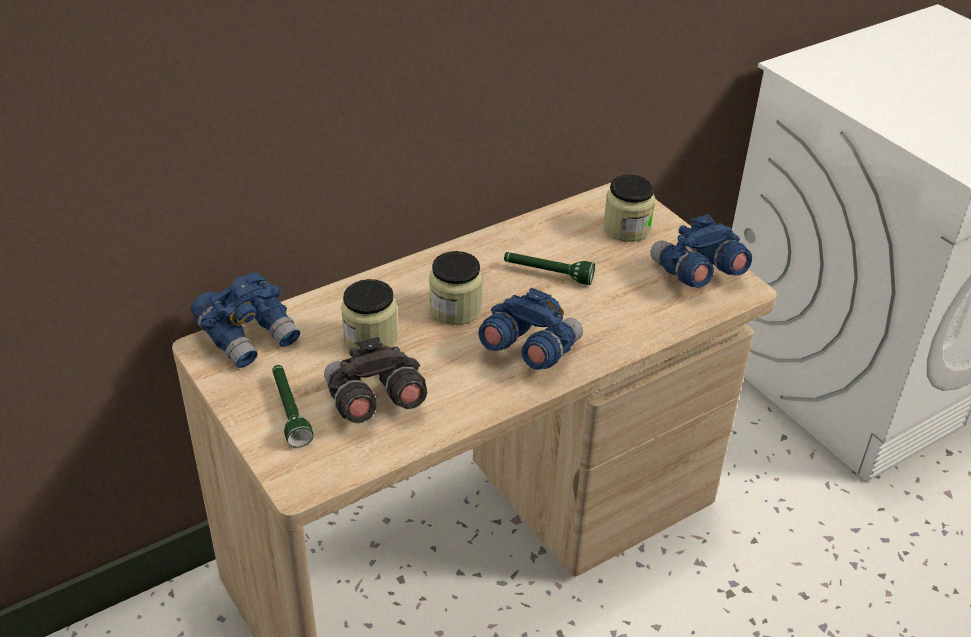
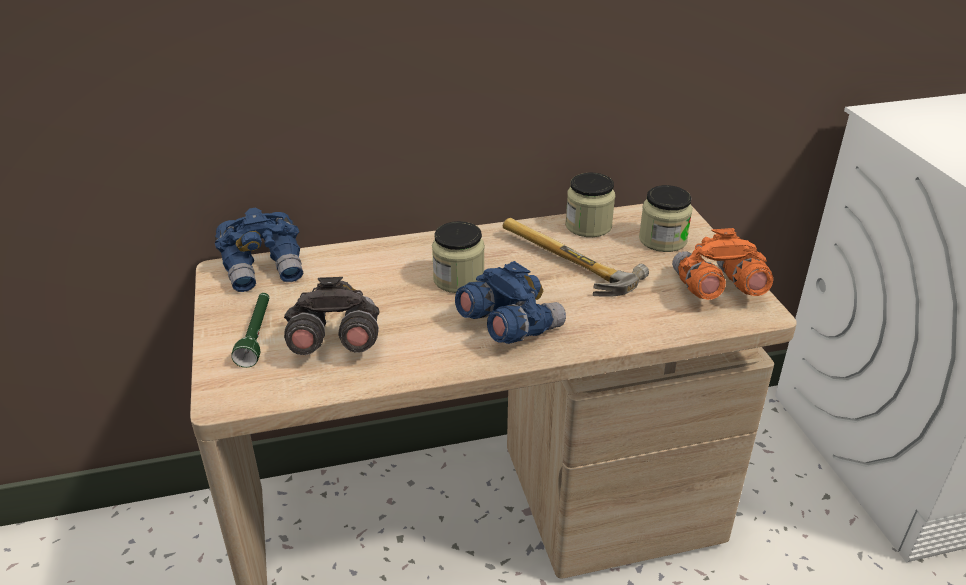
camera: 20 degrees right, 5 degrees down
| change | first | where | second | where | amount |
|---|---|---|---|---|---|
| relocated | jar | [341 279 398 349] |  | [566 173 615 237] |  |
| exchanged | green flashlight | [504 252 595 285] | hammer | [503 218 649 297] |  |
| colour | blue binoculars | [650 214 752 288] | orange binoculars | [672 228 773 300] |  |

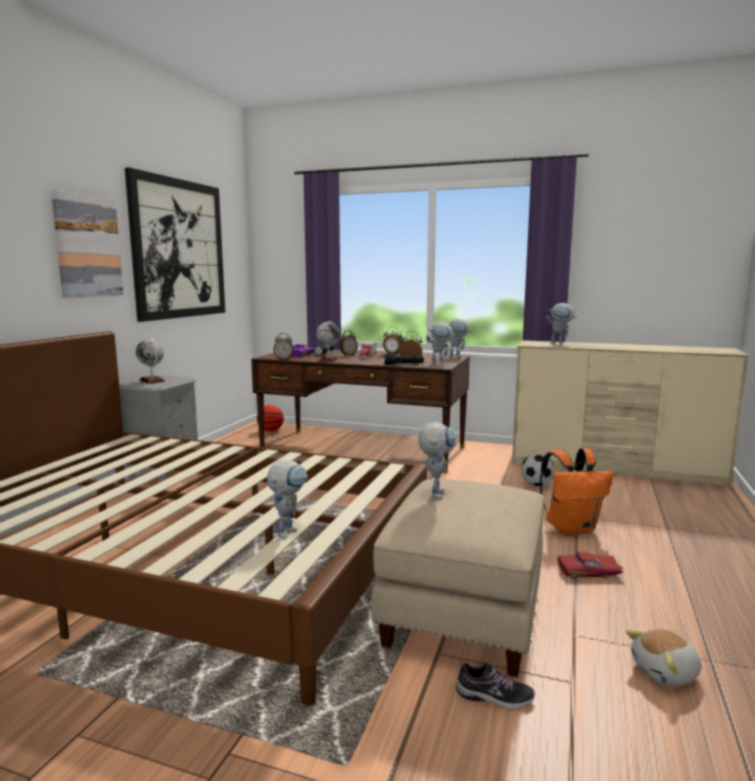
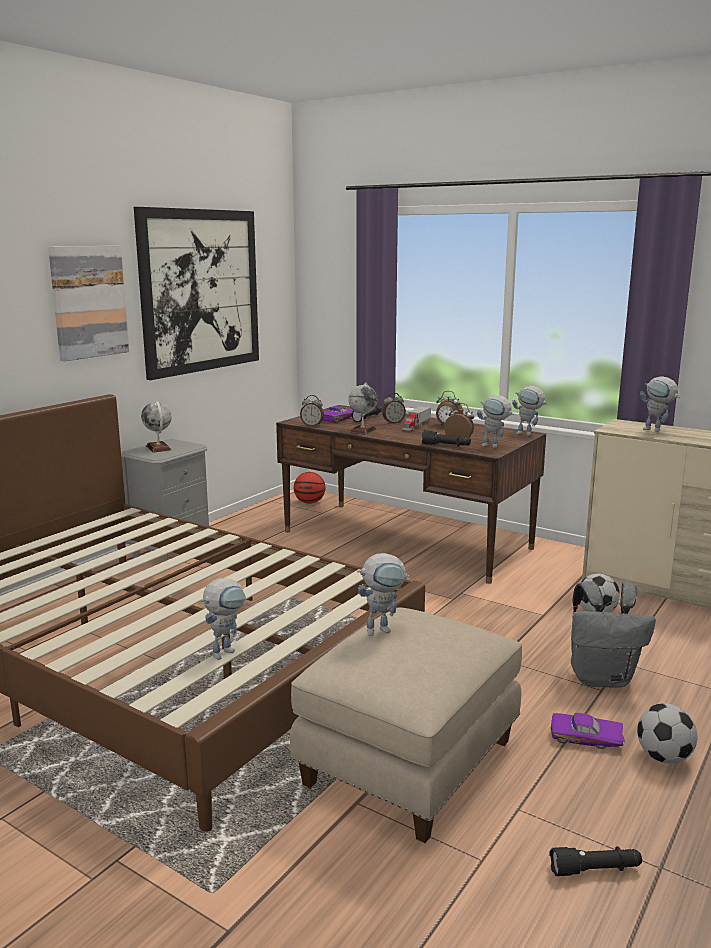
camera: 15 degrees right, 5 degrees up
| change | first | where | second | where | amount |
|---|---|---|---|---|---|
| missing | shoe | [456 661 535 710] |  |  |  |
| appeared |  |  | football | [637 703 697 764] |  |
| exchanged | plush toy | [626 629 702 686] | black flashlight | [549 846 642 876] |  |
| colour | orange backpack | [540 448 614 535] | grey backpack | [571 581 656 688] |  |
| colour | red toy car | [557 552 624 578] | purple toy car | [551 713 625 749] |  |
| spun | toy robot | [418 422 456 499] |  | [357 553 410 636] | 45 degrees clockwise |

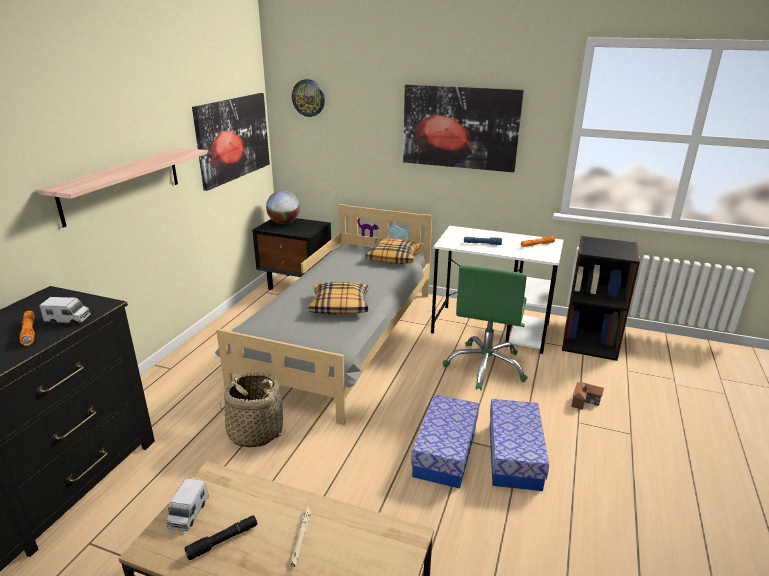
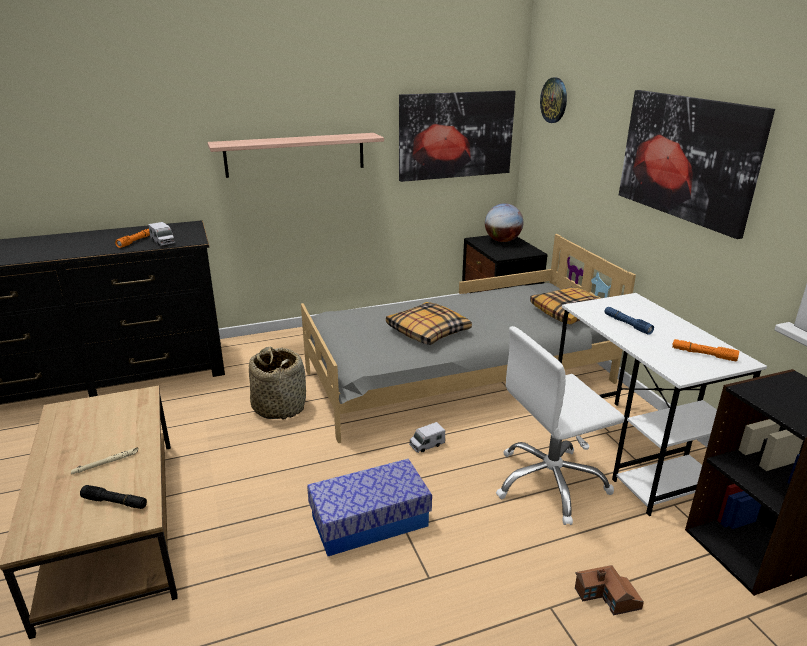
camera: 50 degrees right, 0 degrees up
| change | first | where | second | where | amount |
|---|---|---|---|---|---|
| missing | storage box | [490 399 549 491] |  |  |  |
| relocated | toy truck | [166 478 209 531] |  | [409 422 445 453] |  |
| relocated | black flashlight | [185 515 257 560] |  | [80 485 147 509] |  |
| colour | green office chair | [443 265 528 390] | white office chair | [496 326 625 525] |  |

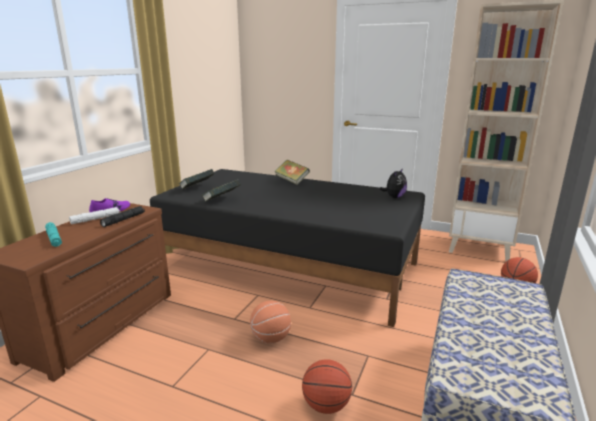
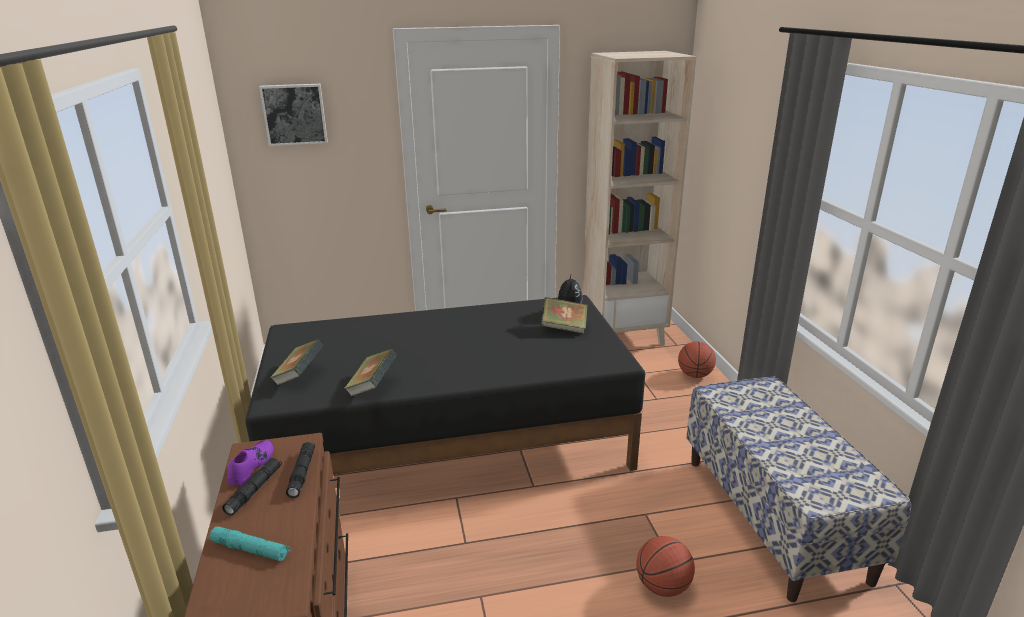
camera: 35 degrees left, 5 degrees up
| change | first | where | second | where | amount |
|---|---|---|---|---|---|
| missing | basketball | [250 301 291 343] |  |  |  |
| appeared |  |  | picture | [259 84 328 146] |  |
| relocated | book | [274 160 310 185] |  | [541 297 588 334] |  |
| colour | white flashlight | [69 207 120 224] | black flashlight | [222 458 282 516] |  |

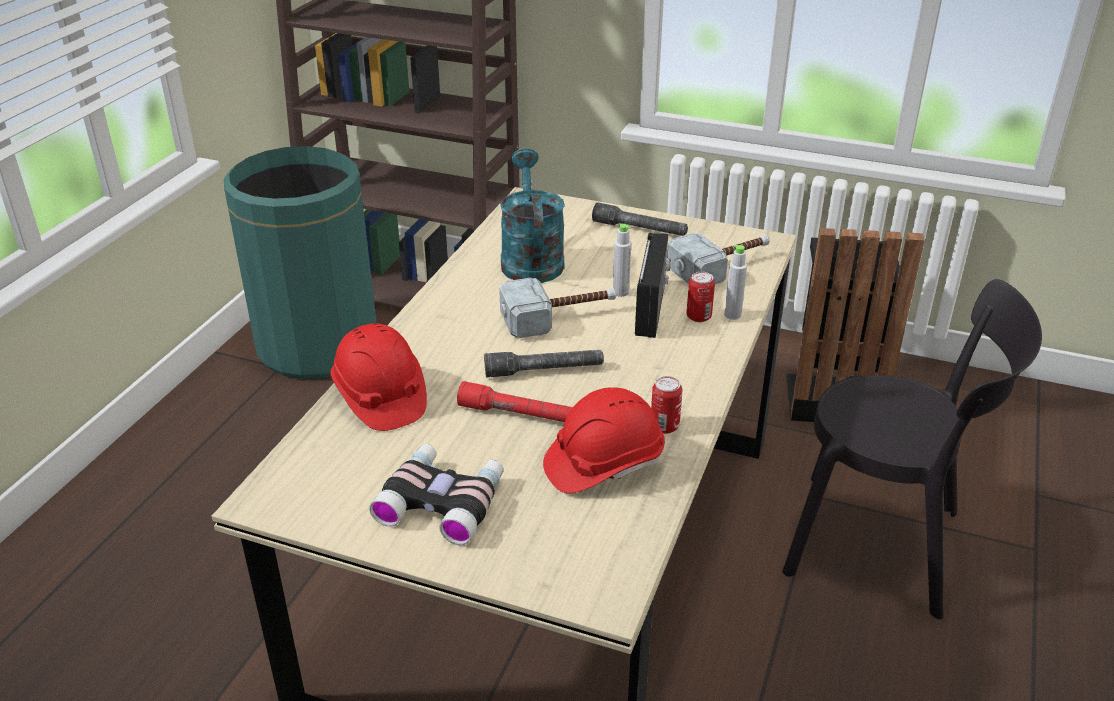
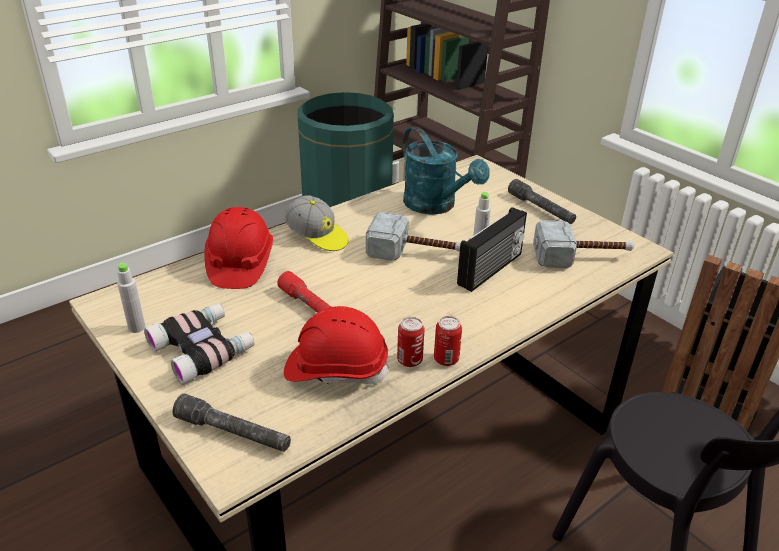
camera: 30 degrees right, 0 degrees up
| change | first | where | second | where | amount |
|---|---|---|---|---|---|
| appeared |  |  | cap | [284 195 349 251] |  |
| relocated | grey flashlight | [484 350 604 378] |  | [172 394 291 452] |  |
| relocated | can | [686 272 715 322] |  | [434 316 462 366] |  |
| relocated | grey bottle | [724 244 747 320] |  | [117 262 145 333] |  |
| spun | turquoise watering can | [500 148 565 283] |  | [402 127 490 215] | 120 degrees clockwise |

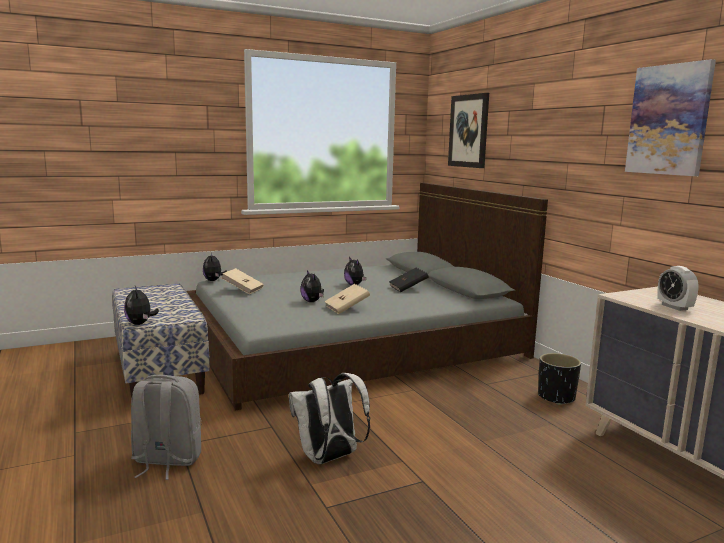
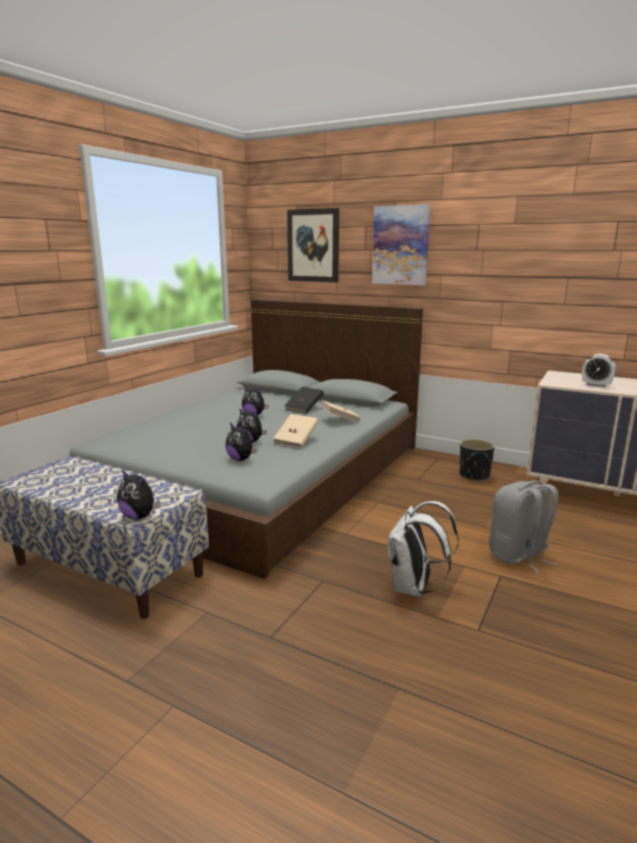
camera: 35 degrees left, 5 degrees up
| change | first | where | second | where | amount |
|---|---|---|---|---|---|
| relocated | grey backpack | [131 375 201 480] |  | [489 481 559 574] |  |
| relocated | plush toy | [203 253 227 281] |  | [225 423 257 461] |  |
| relocated | beige book | [221 268 264 294] |  | [320 400 361 423] |  |
| relocated | picture | [625 59 716 176] |  | [372 204 430 285] |  |

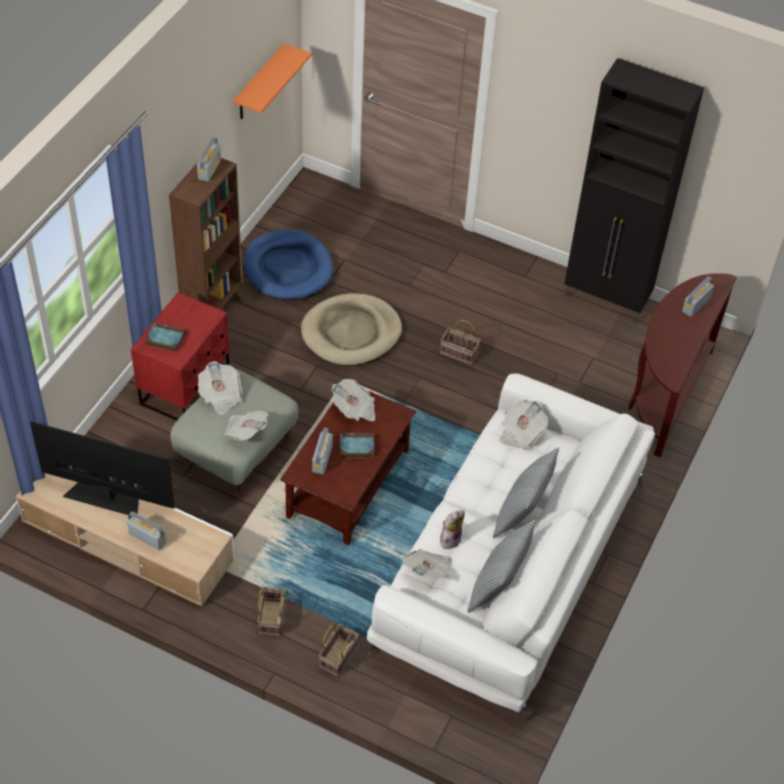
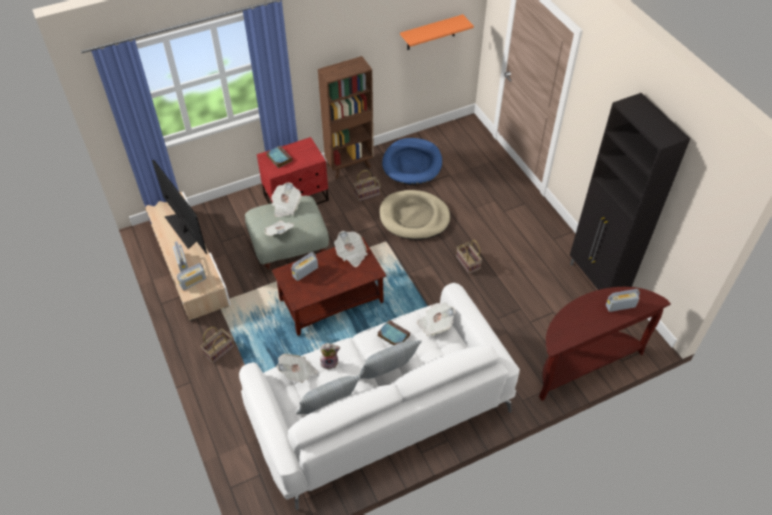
camera: 40 degrees right, 0 degrees up
| change | first | where | second | where | amount |
|---|---|---|---|---|---|
| relocated | radio | [197 137 221 182] |  | [177 263 206 290] |  |
| relocated | basket | [319 624 359 677] |  | [353 170 381 201] |  |
| relocated | book | [340 433 374 458] |  | [378 320 410 345] |  |

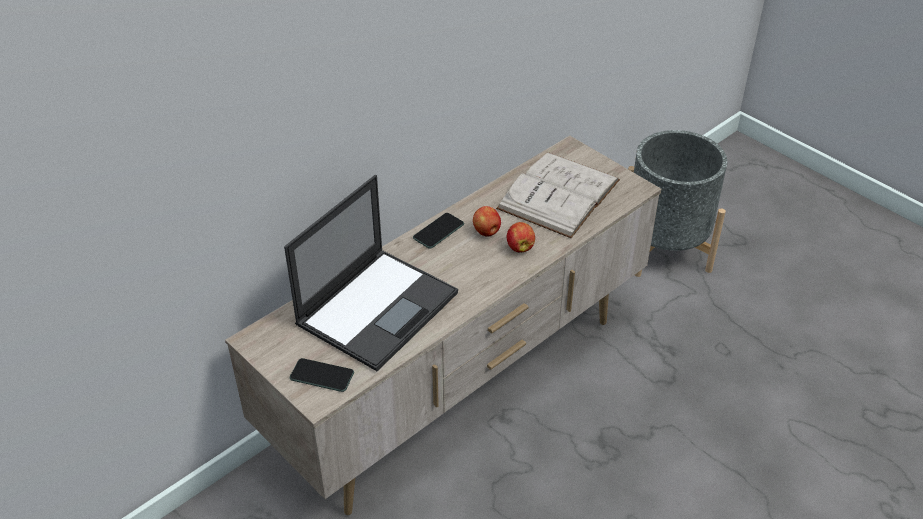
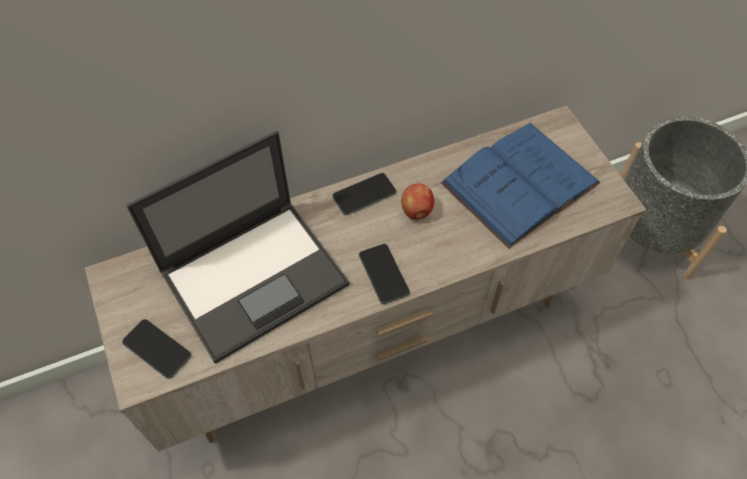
camera: 20 degrees right, 15 degrees up
| change | first | where | second | where | amount |
|---|---|---|---|---|---|
| missing | apple | [507 222 535 252] |  |  |  |
| appeared |  |  | phone | [359 244 410 304] |  |
| colour | white book | [496 152 620 238] | blue book | [440 123 601 249] |  |

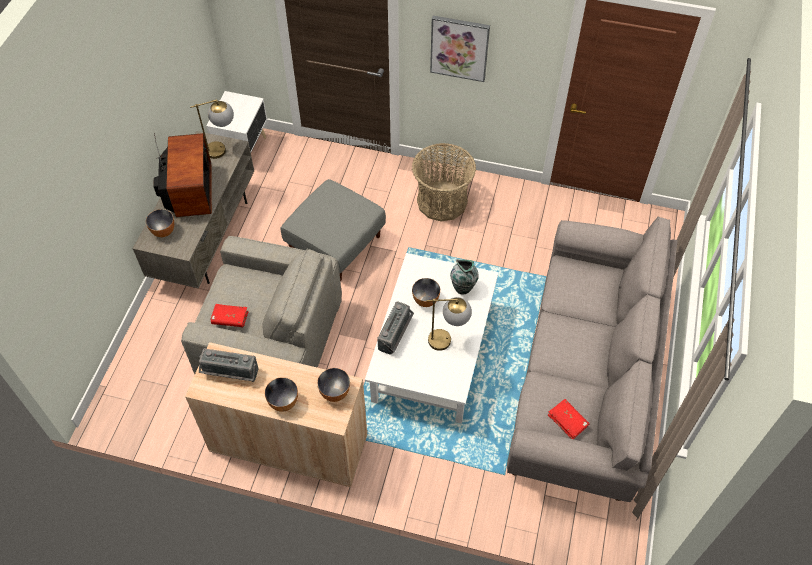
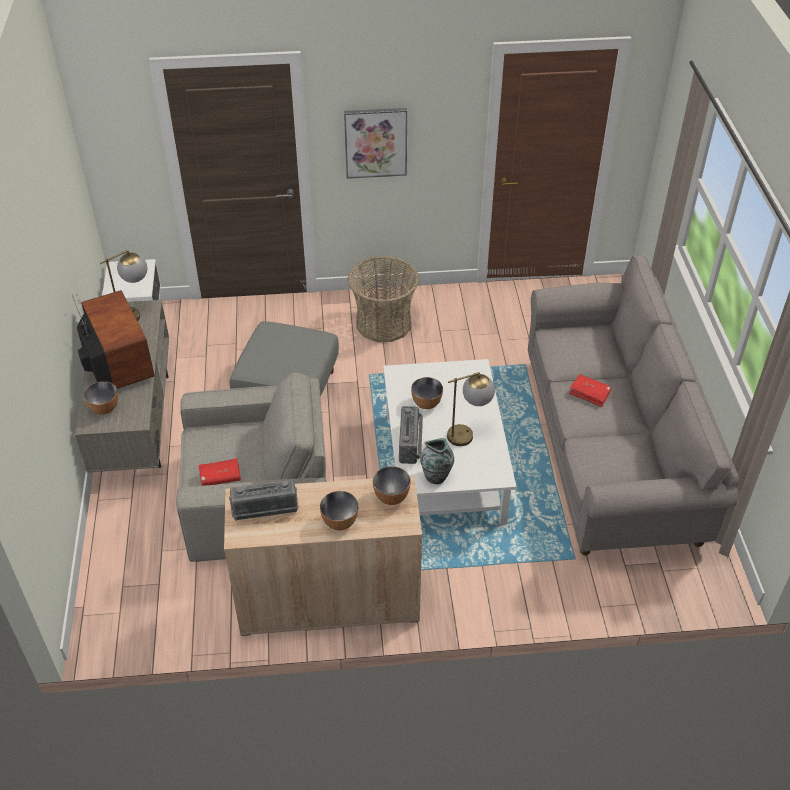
camera: 20 degrees left, 10 degrees down
| change | first | where | second | where | amount |
|---|---|---|---|---|---|
| relocated | vase | [450 259 479 295] |  | [420 438 454 484] |  |
| relocated | red book | [548 399 590 439] |  | [569 374 612 407] |  |

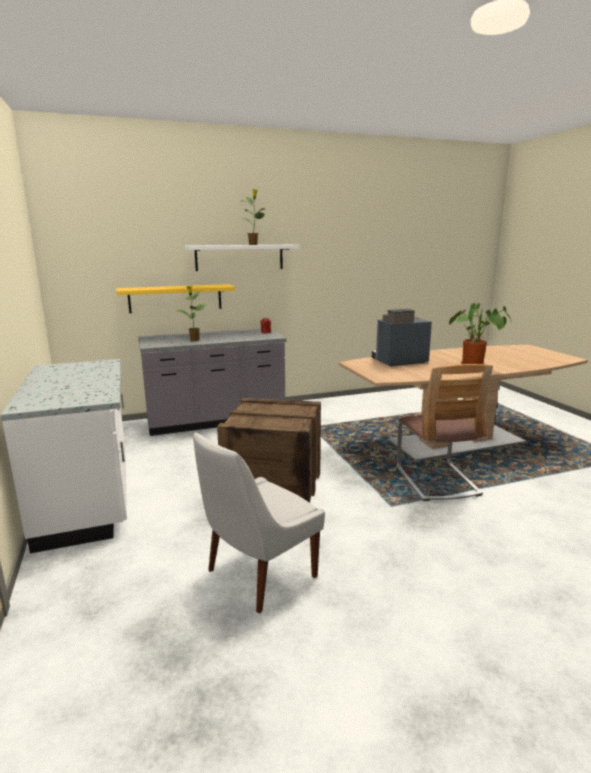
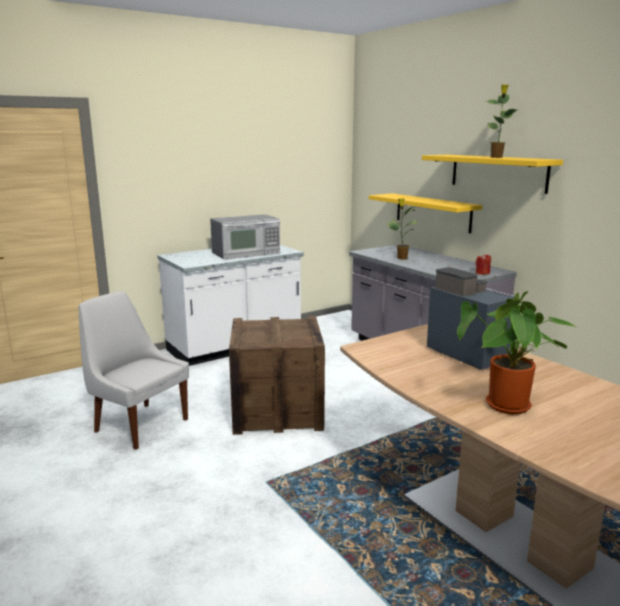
camera: 75 degrees right, 0 degrees up
| change | first | where | second | where | amount |
|---|---|---|---|---|---|
| missing | chair | [397 364 493 501] |  |  |  |
| appeared |  |  | microwave | [210 214 280 259] |  |
| colour | white shelf | [185 245 300 271] | yellow shelf | [422 155 563 194] |  |

